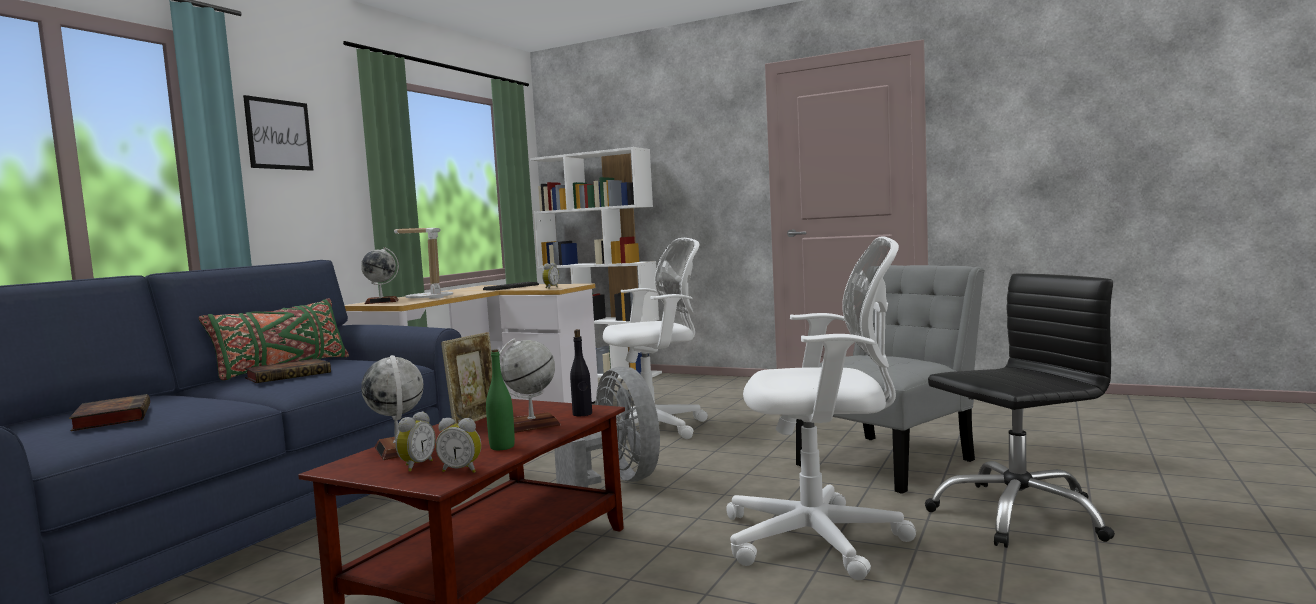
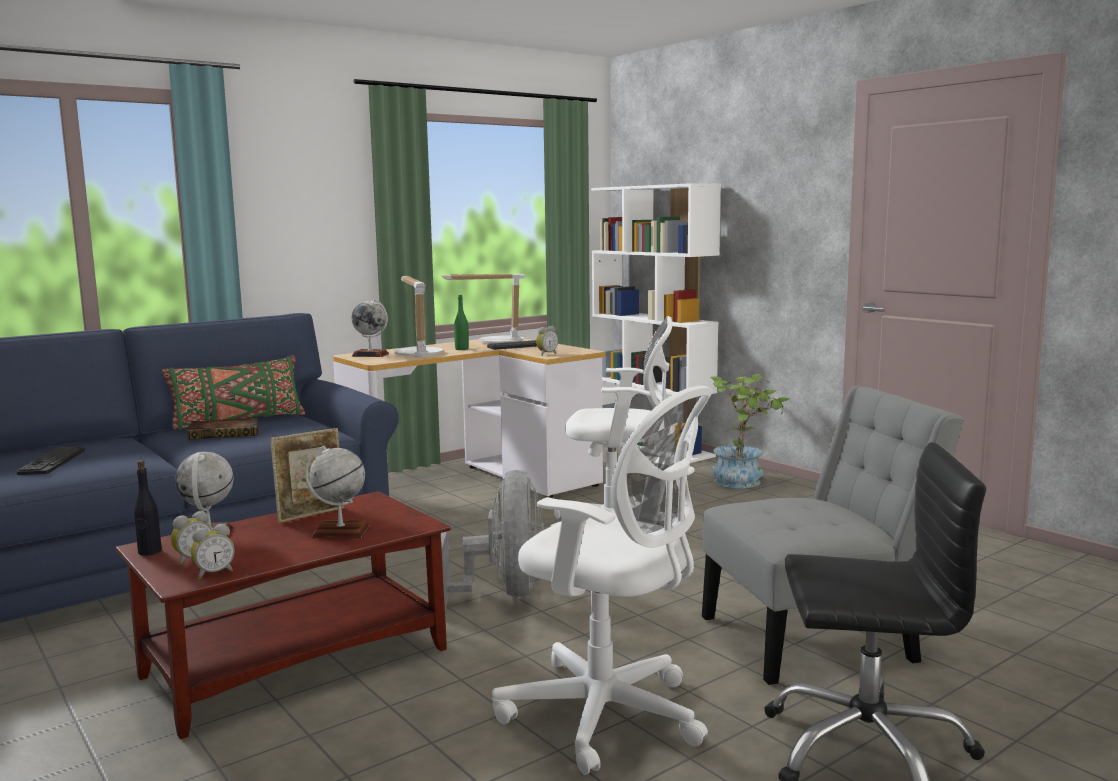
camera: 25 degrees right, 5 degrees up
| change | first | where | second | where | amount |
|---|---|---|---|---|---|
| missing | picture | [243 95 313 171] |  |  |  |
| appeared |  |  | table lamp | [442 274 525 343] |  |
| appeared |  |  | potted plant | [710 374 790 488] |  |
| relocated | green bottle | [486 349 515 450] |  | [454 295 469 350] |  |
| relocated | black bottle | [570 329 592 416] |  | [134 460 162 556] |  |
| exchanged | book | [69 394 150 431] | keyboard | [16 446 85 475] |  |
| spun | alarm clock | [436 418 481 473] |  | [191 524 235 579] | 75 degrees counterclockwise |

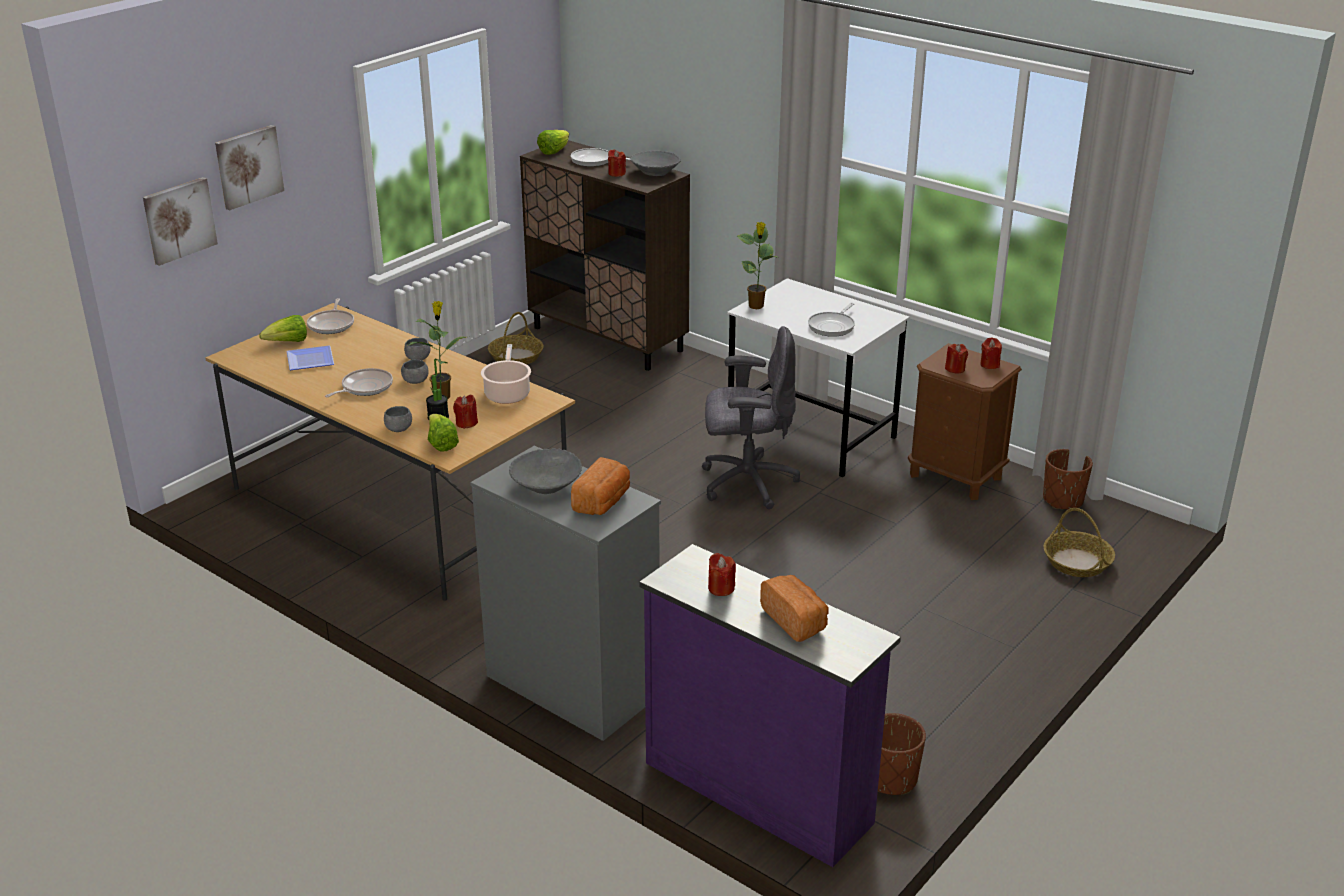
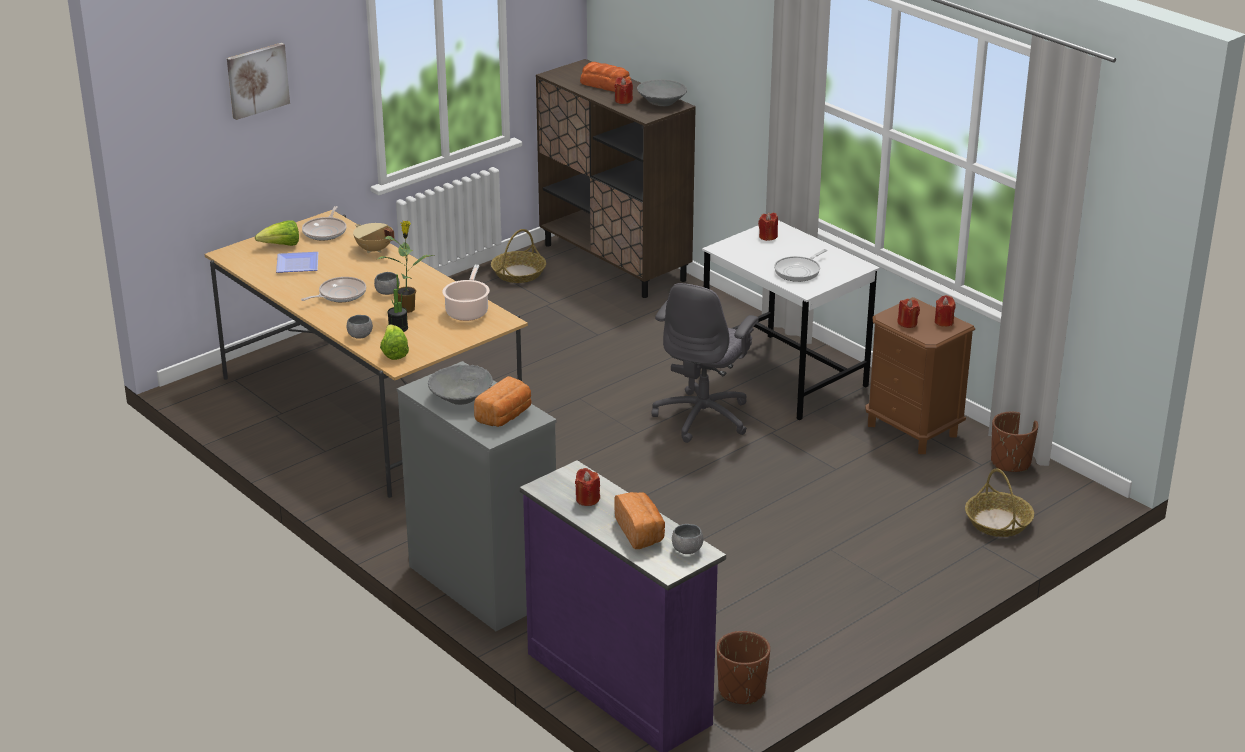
camera: 10 degrees right, 0 degrees up
| change | first | where | second | where | amount |
|---|---|---|---|---|---|
| missing | picture | [143 177 218 266] |  |  |  |
| missing | lettuce | [537 130 569 155] |  |  |  |
| missing | potted plant | [737 222 778 309] |  |  |  |
| appeared |  |  | beige cooking pot | [353 223 395 253] |  |
| relocated | grey bowl | [404 338 431 360] |  | [672 524 704 554] |  |
| relocated | red candle | [453 395 478 429] |  | [758 213 778 241] |  |
| exchanged | frying pan | [571 148 631 167] | bread | [580 62 631 92] |  |
| spun | grey office chair | [702 326 800 509] |  | [651 283 759 443] | 105 degrees clockwise |

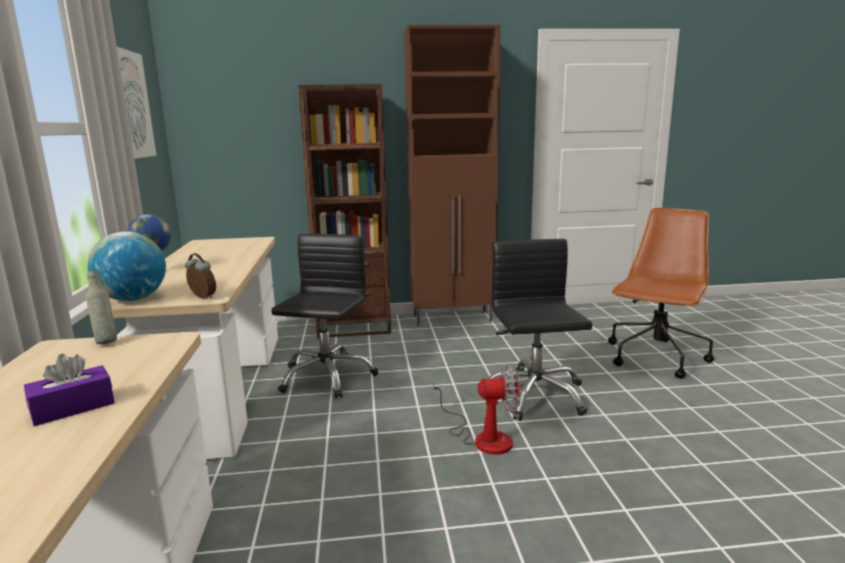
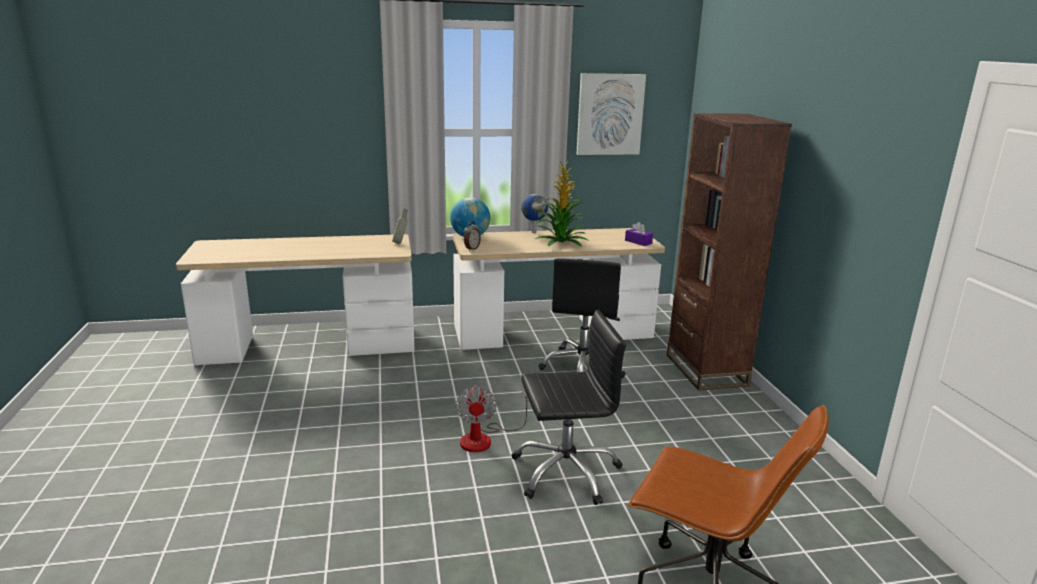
camera: 85 degrees right, 5 degrees up
| change | first | where | second | where | amount |
|---|---|---|---|---|---|
| missing | brown cabinet | [404 25 501 326] |  |  |  |
| appeared |  |  | potted plant | [535 162 589 247] |  |
| relocated | purple tissue box | [24 354 115 426] |  | [625 222 653 246] |  |
| spun | black office chair | [271 234 378 399] |  | [538 258 626 378] | 90 degrees clockwise |

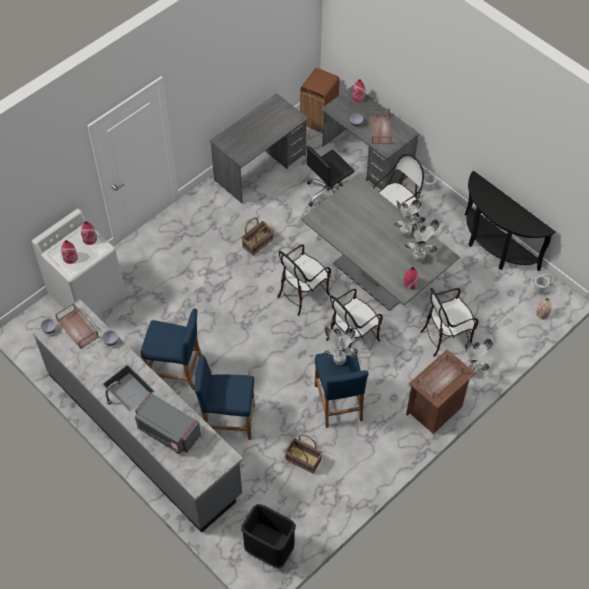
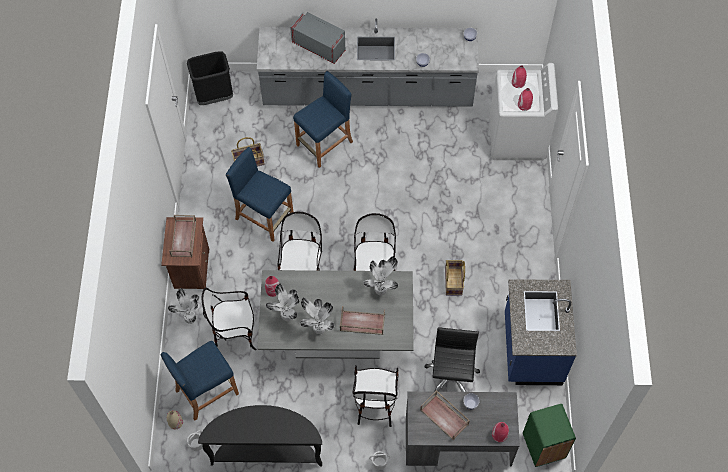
camera: 135 degrees right, 5 degrees up
| change | first | where | second | where | amount |
|---|---|---|---|---|---|
| relocated | brown tray | [55 303 99 349] |  | [340 306 385 335] |  |
| relocated | blue stool | [140 308 202 390] |  | [161 341 239 421] |  |
| relocated | potted plant | [324 326 358 365] |  | [363 256 398 296] |  |
| exchanged | grey desk | [210 93 309 203] | blue counter | [505 279 577 385] |  |
| colour | brown trash can | [300 68 339 133] | green trash can | [523 404 576 467] |  |
| spun | grey microwave | [135 392 201 454] |  | [290 12 345 64] | 45 degrees clockwise |
| spun | chair | [420 288 478 357] |  | [202 288 257 350] | 120 degrees counterclockwise |

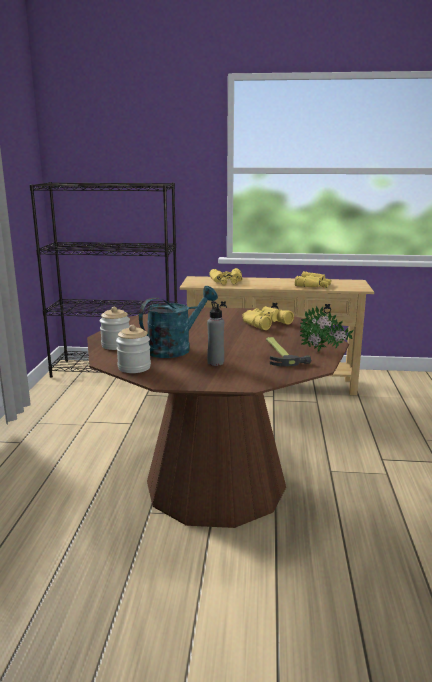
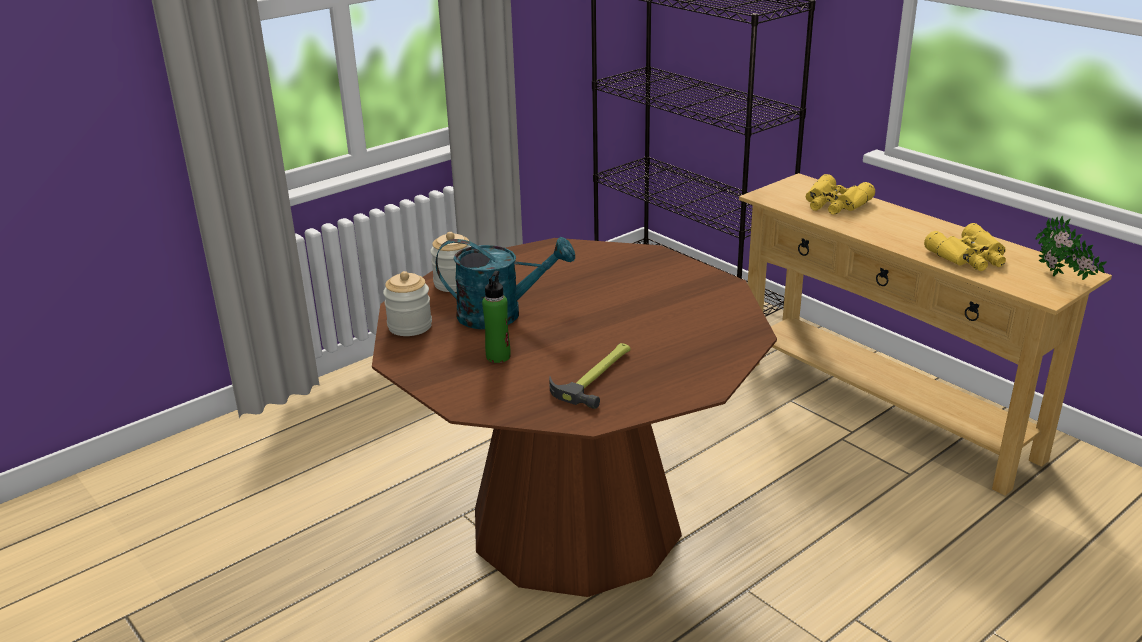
camera: 45 degrees right, 10 degrees up
| change | first | where | second | where | amount |
|---|---|---|---|---|---|
| missing | yellow binoculars | [242 306 294 330] |  |  |  |
| relocated | potted plant | [300 306 354 352] |  | [1036 216 1106 280] |  |
| colour | grey bottle | [207 301 224 366] | green bottle | [482 271 511 363] |  |

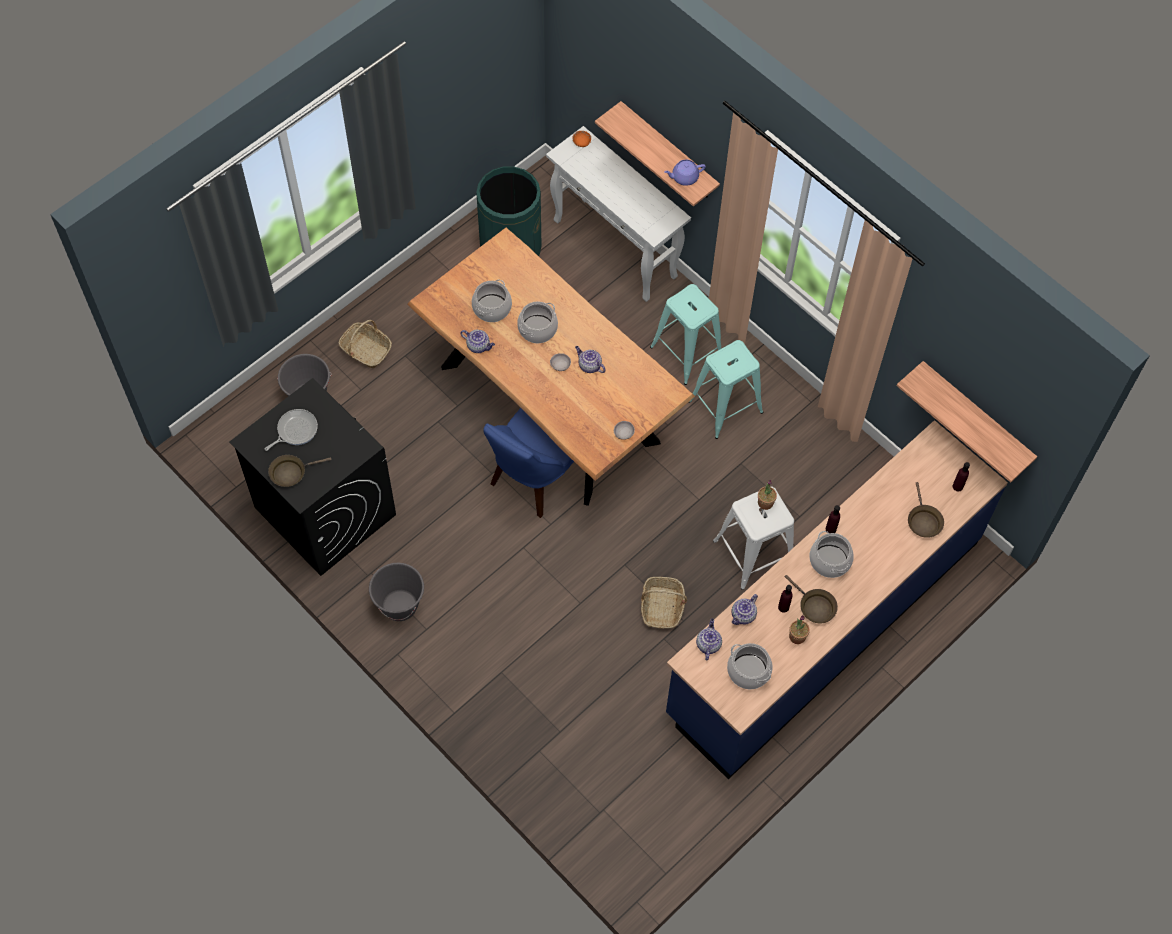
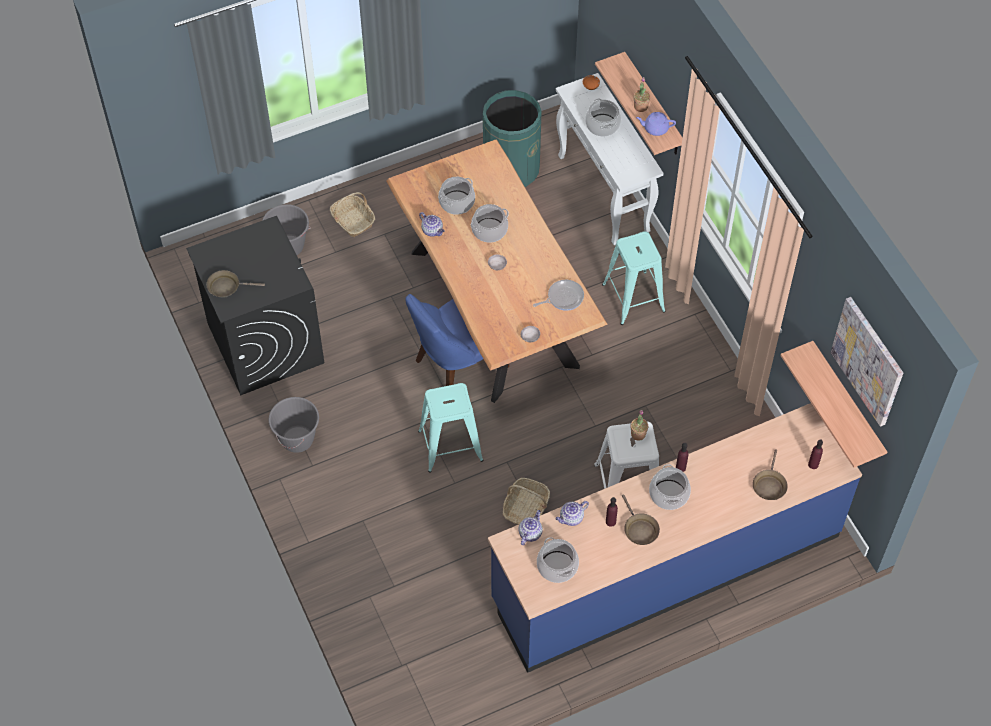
camera: 20 degrees right, 5 degrees down
| change | first | where | second | where | amount |
|---|---|---|---|---|---|
| missing | teapot | [575 346 606 373] |  |  |  |
| appeared |  |  | cooking pot | [585 98 621 137] |  |
| appeared |  |  | picture | [830 297 903 427] |  |
| relocated | frying pan | [265 409 318 451] |  | [533 280 584 311] |  |
| relocated | turquoise stool | [689 340 763 439] |  | [418 383 483 473] |  |
| relocated | potted plant | [789 615 810 644] |  | [634 77 651 112] |  |

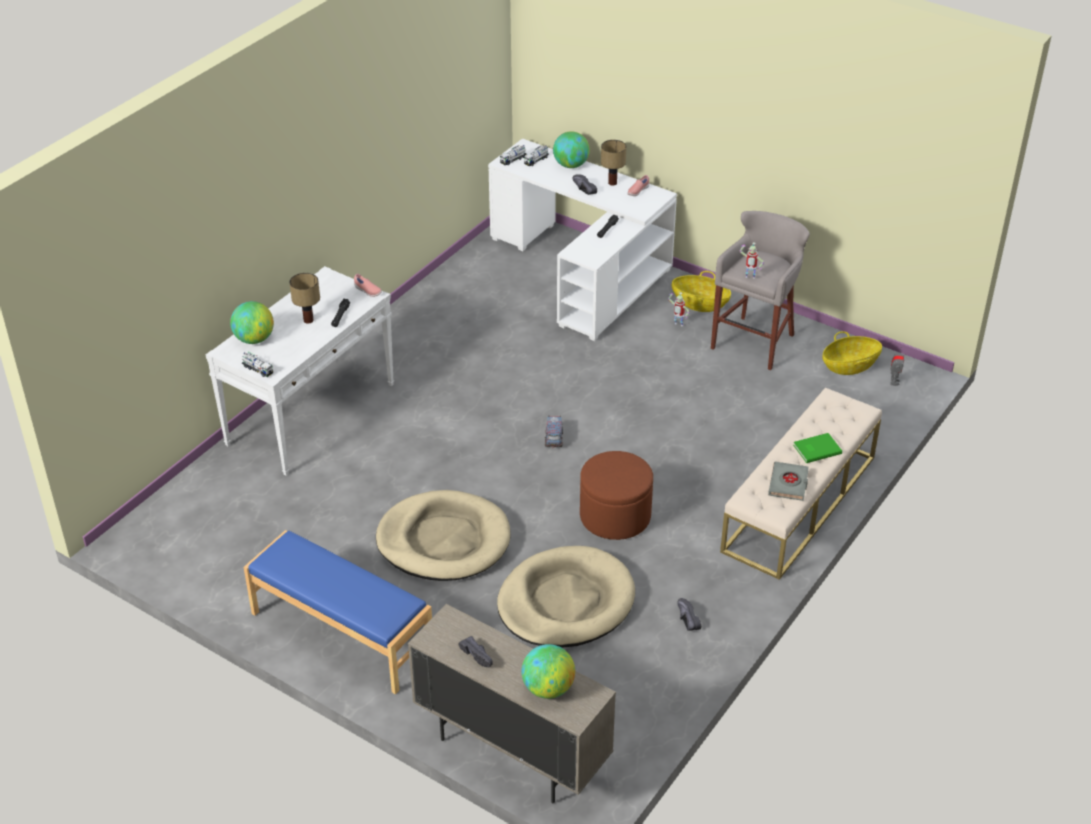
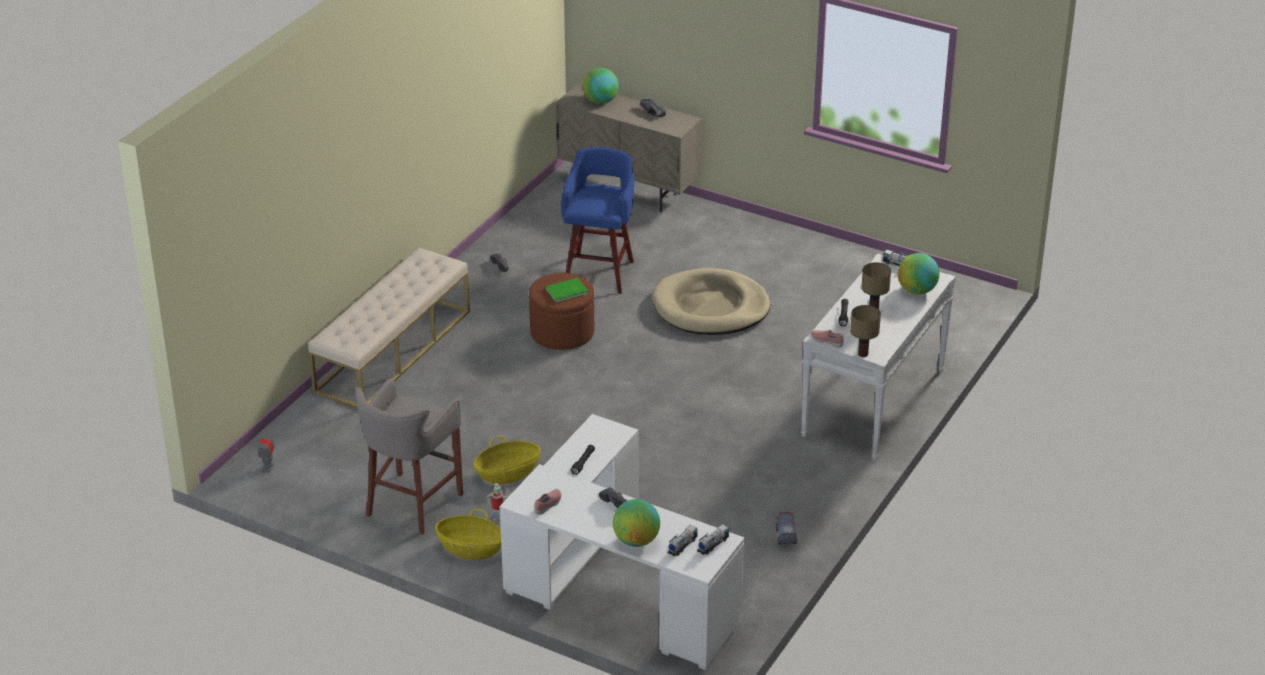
camera: 175 degrees right, 5 degrees down
| change | first | where | second | where | amount |
|---|---|---|---|---|---|
| missing | blue bench | [244 530 432 694] |  |  |  |
| missing | toy robot | [740 243 764 279] |  |  |  |
| missing | grey book | [768 462 808 501] |  |  |  |
| relocated | toy truck | [545 415 563 448] |  | [776 512 797 545] |  |
| relocated | table lamp | [601 140 626 186] |  | [850 305 881 357] |  |
| relocated | green book | [793 433 842 463] |  | [545 278 588 303] |  |
| relocated | basket | [822 331 882 375] |  | [474 436 540 484] |  |
| exchanged | beige dog bed | [497 546 635 648] | blue stool | [561 147 634 294] |  |

